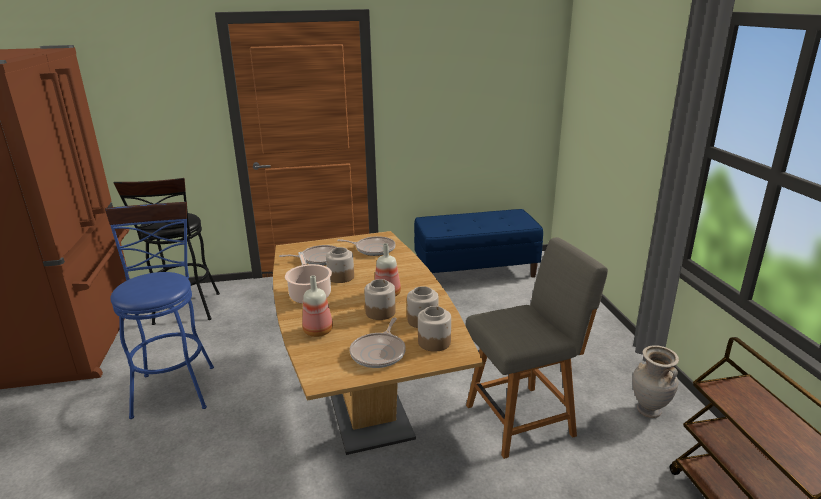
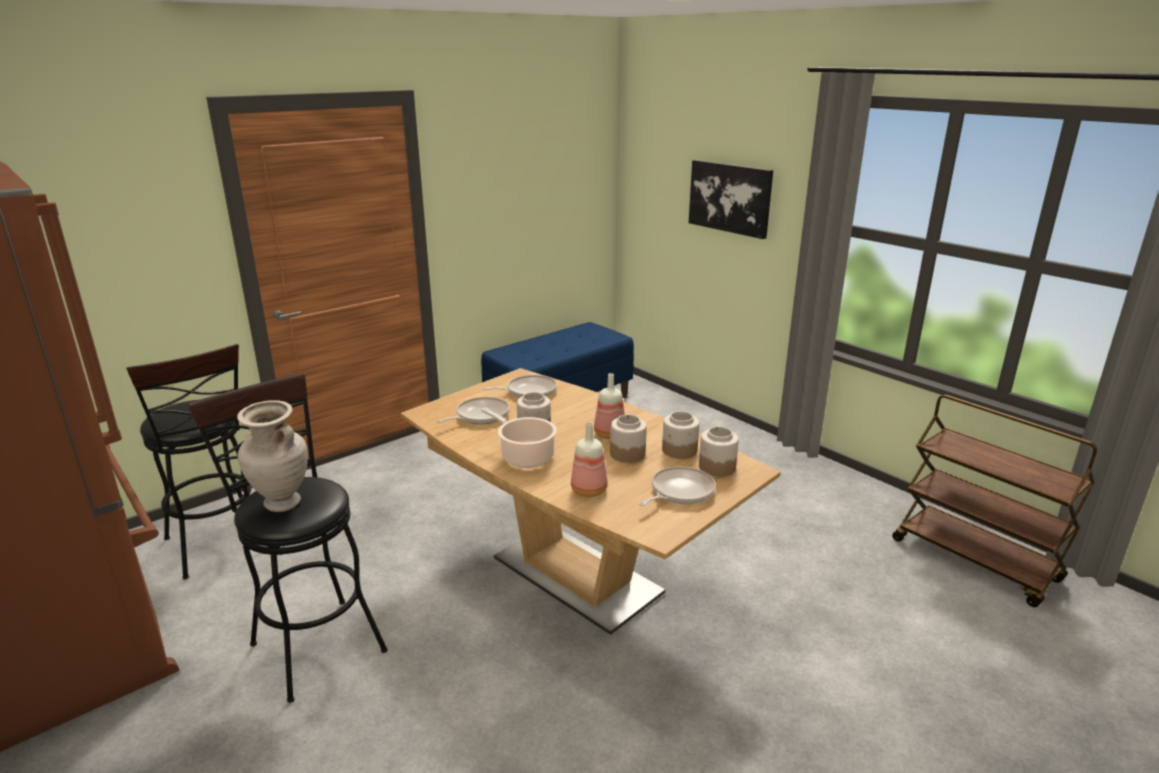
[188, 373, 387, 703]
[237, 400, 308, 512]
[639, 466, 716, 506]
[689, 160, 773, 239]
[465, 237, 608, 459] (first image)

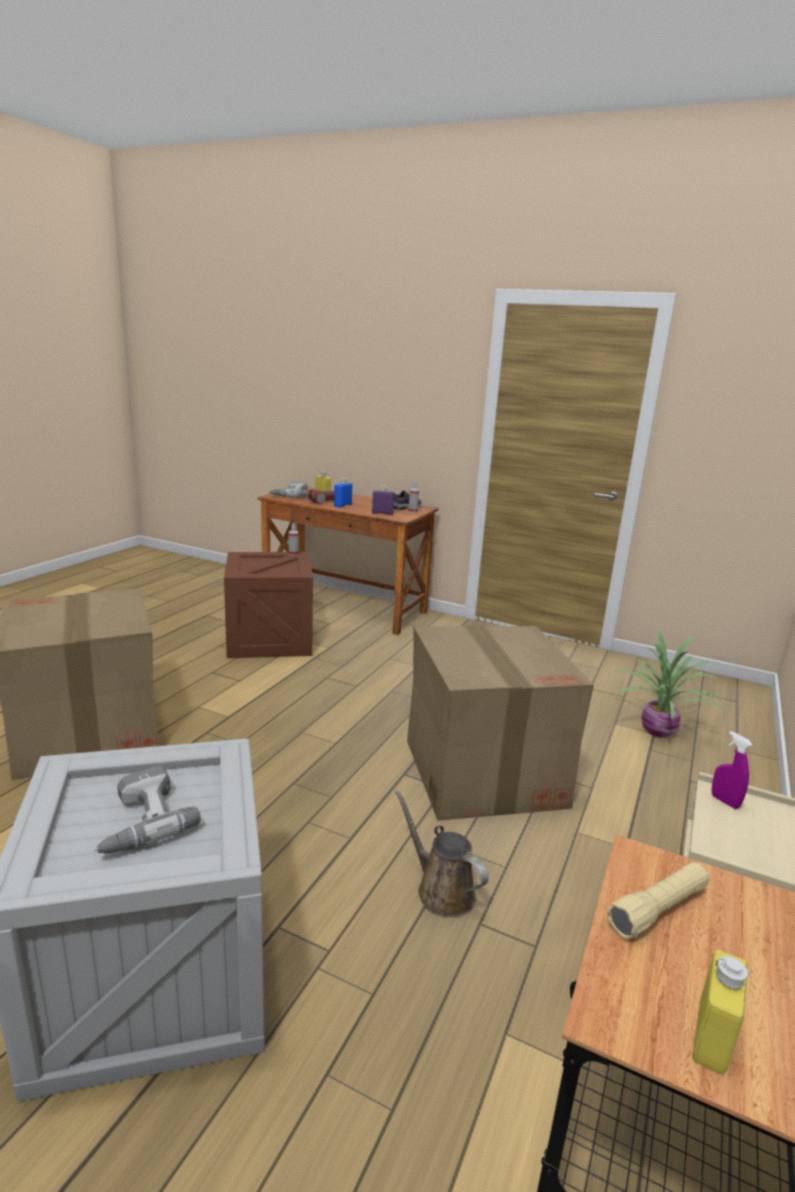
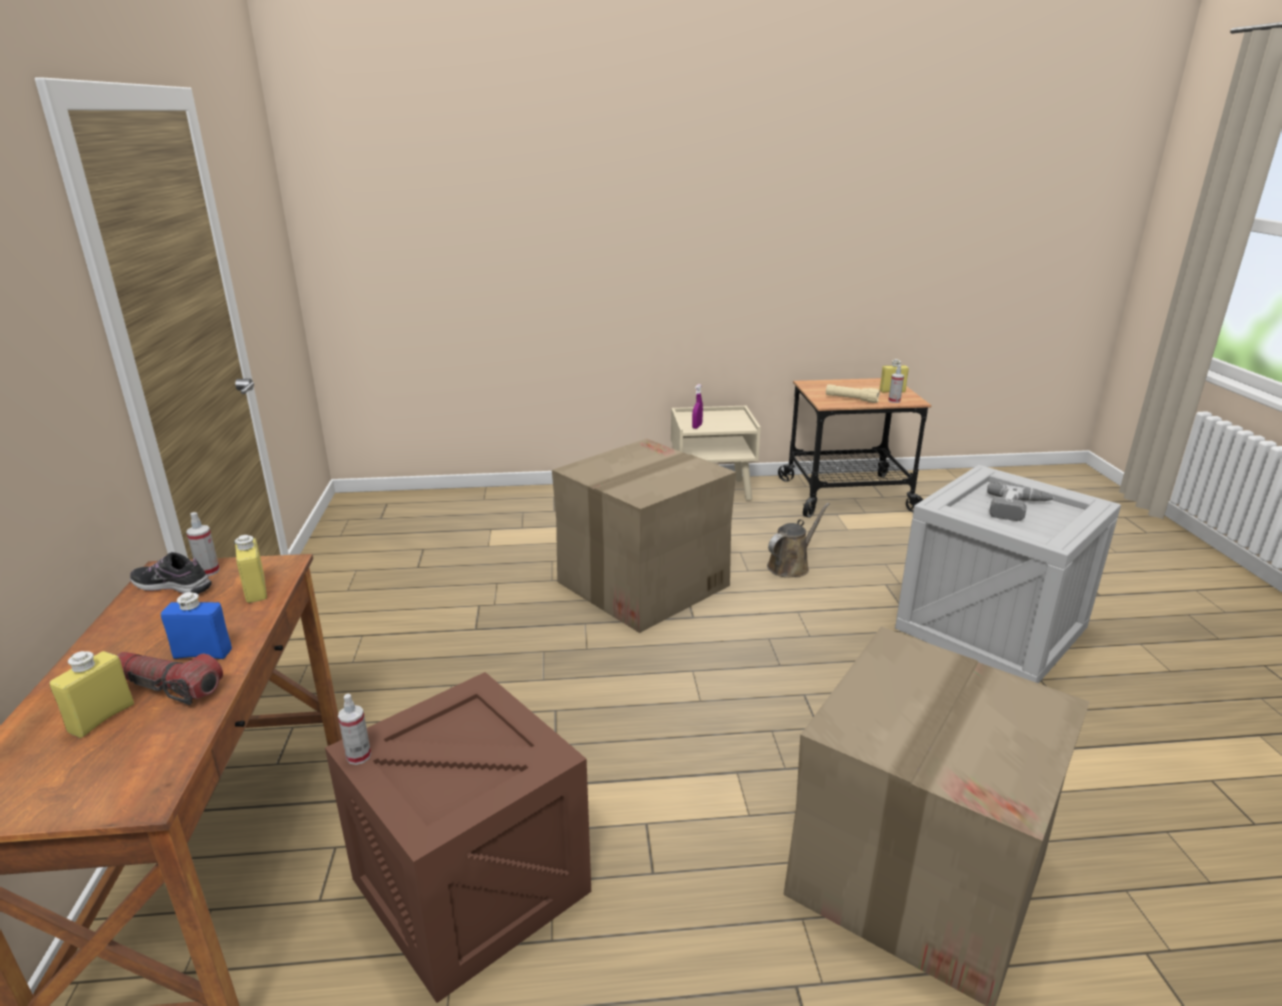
[234, 535, 267, 603]
[767, 503, 830, 578]
[888, 365, 904, 403]
[269, 482, 308, 498] (first image)
[614, 630, 724, 738] (first image)

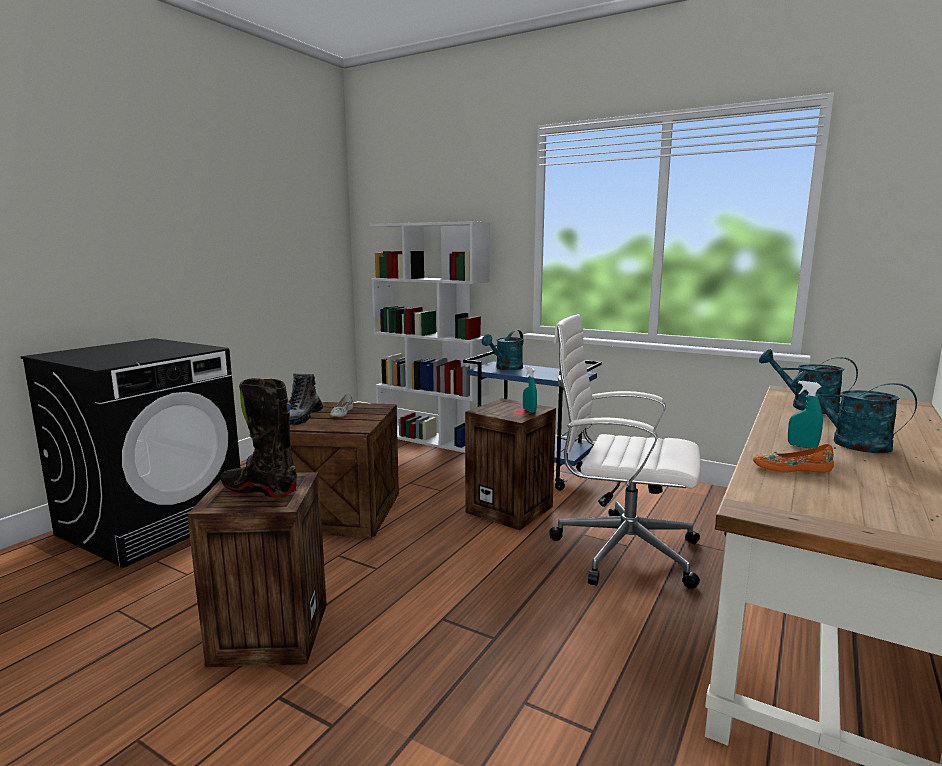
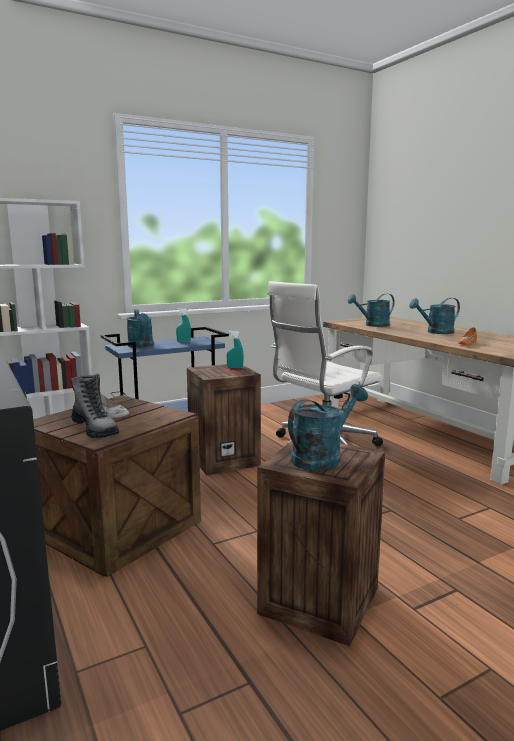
[176, 308, 191, 342]
[288, 384, 368, 470]

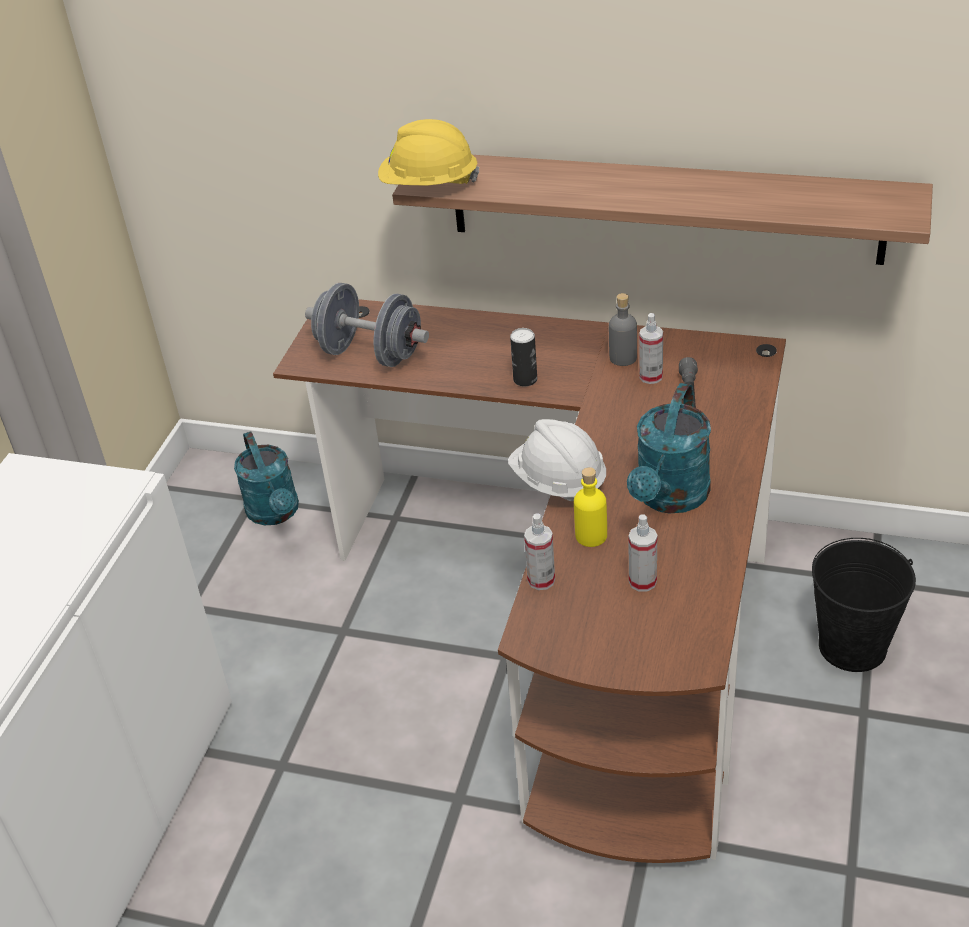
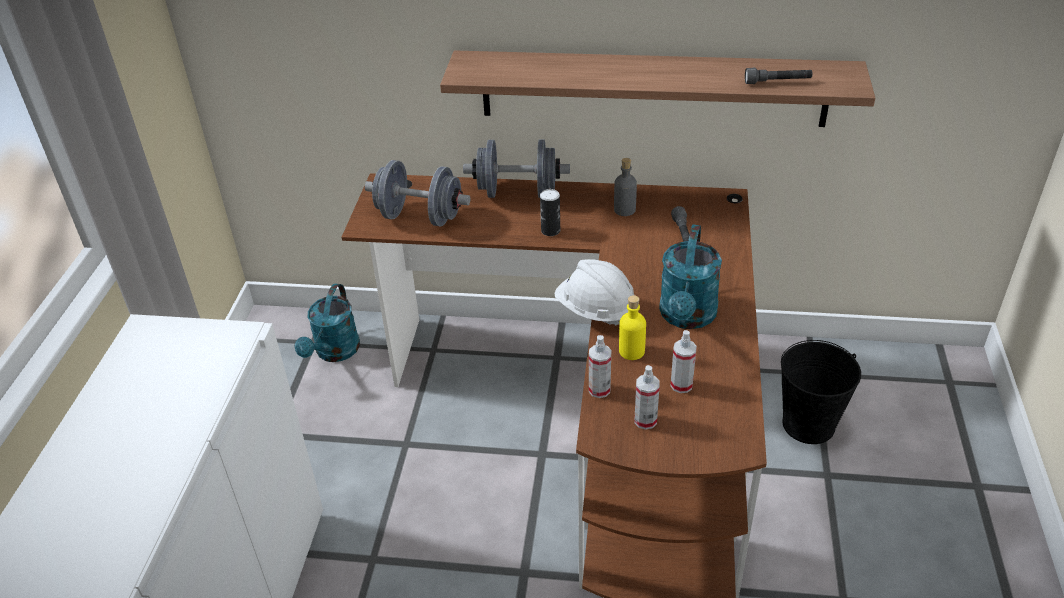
[295, 283, 360, 362]
[463, 140, 570, 198]
[634, 365, 660, 430]
[745, 67, 812, 84]
[378, 119, 479, 186] (first image)

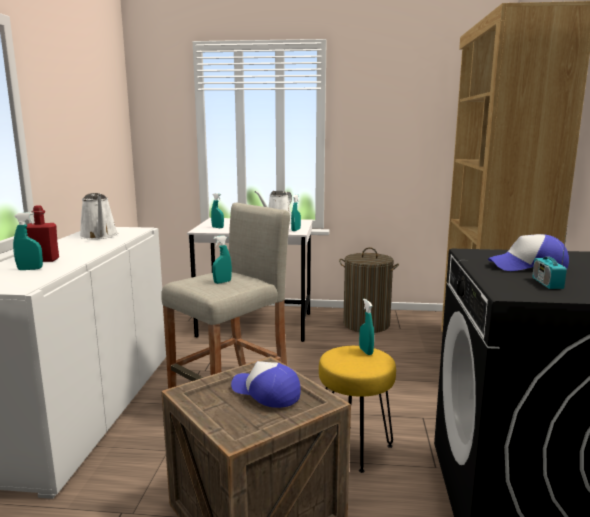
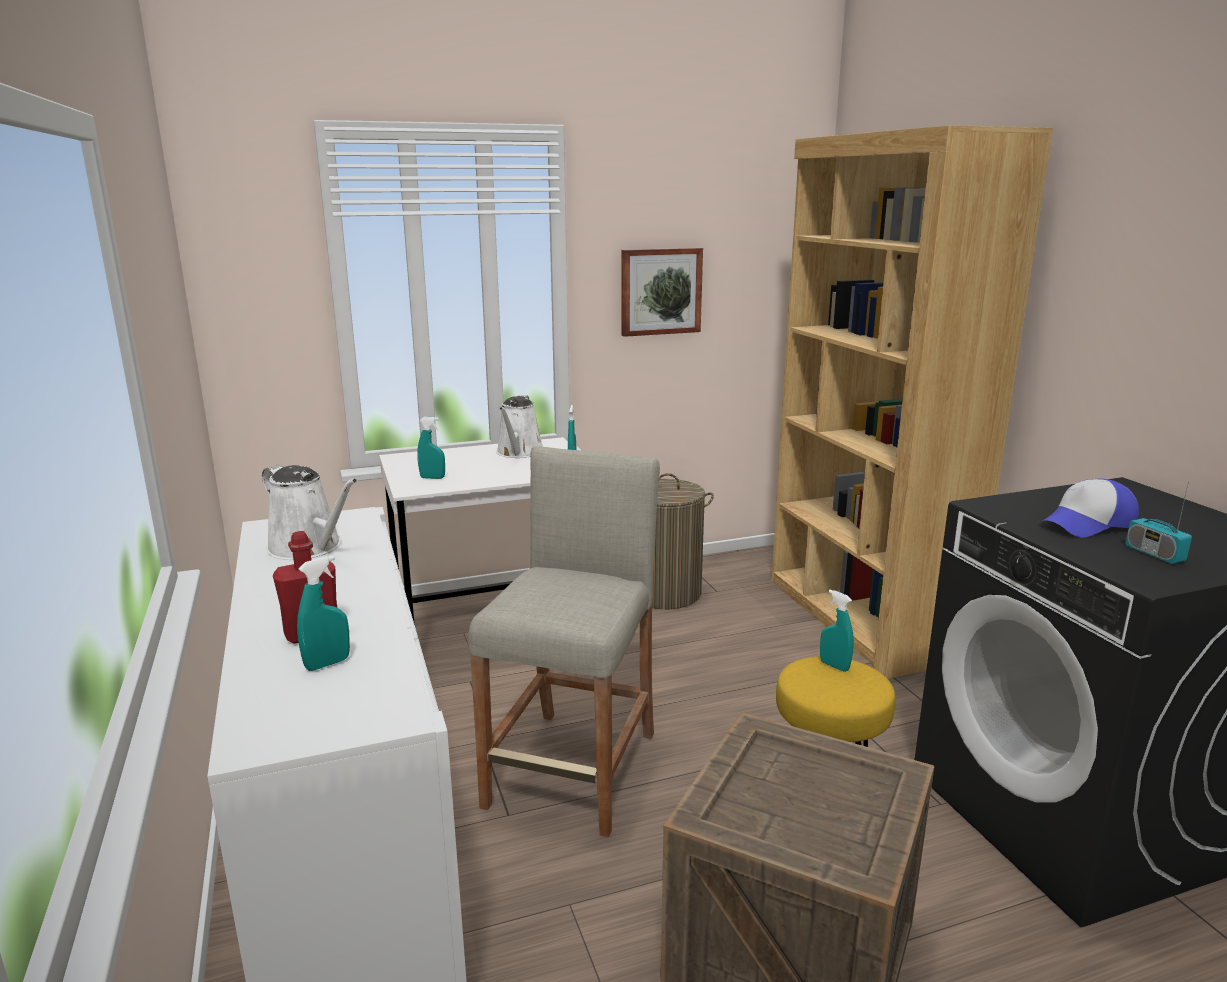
[621, 248, 703, 337]
[212, 235, 232, 284] (first image)
[231, 361, 301, 408] (first image)

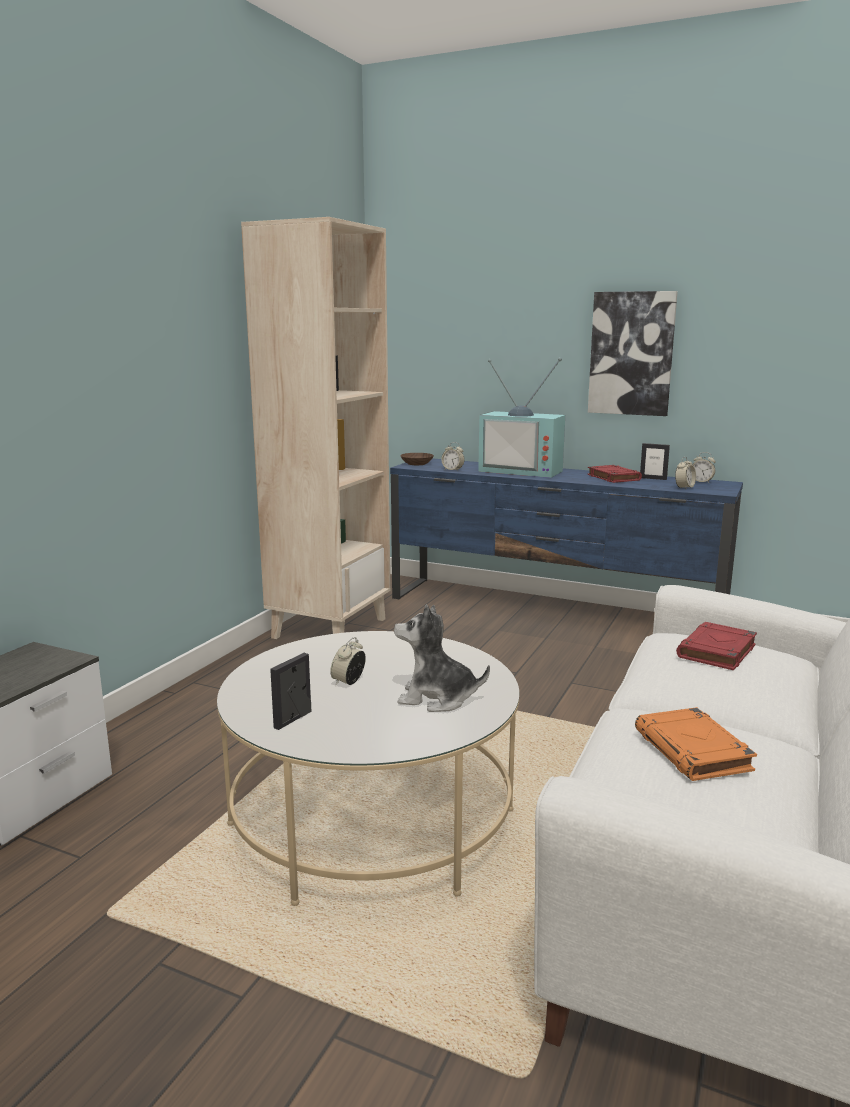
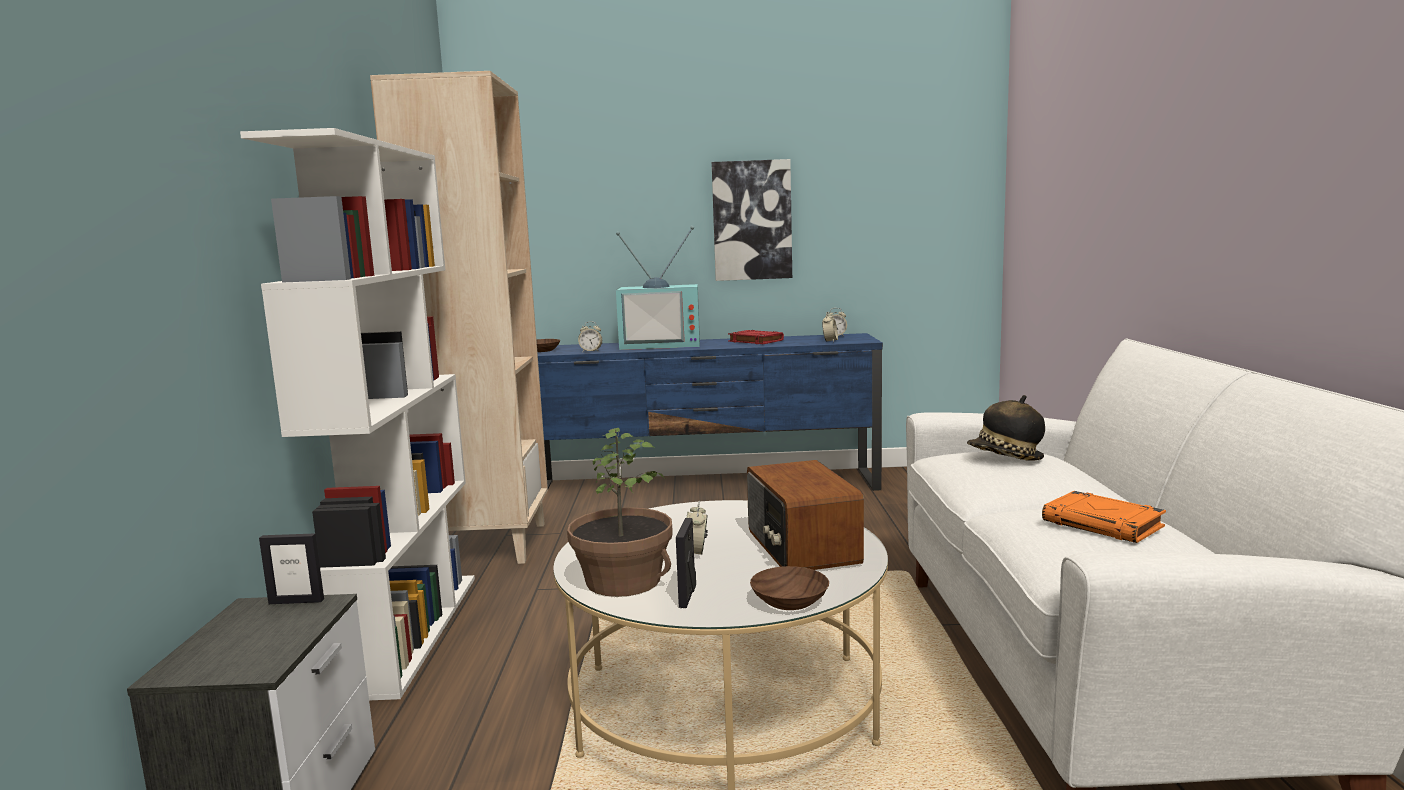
[240, 128, 475, 700]
[259, 533, 324, 604]
[567, 428, 673, 597]
[747, 460, 864, 570]
[750, 566, 829, 610]
[967, 395, 1045, 461]

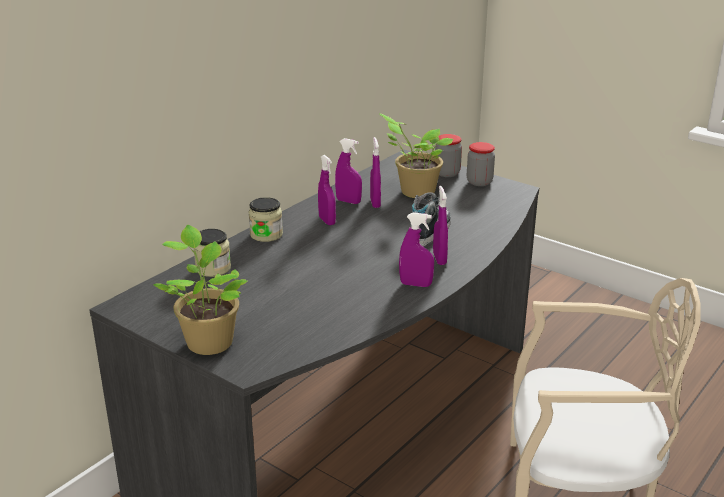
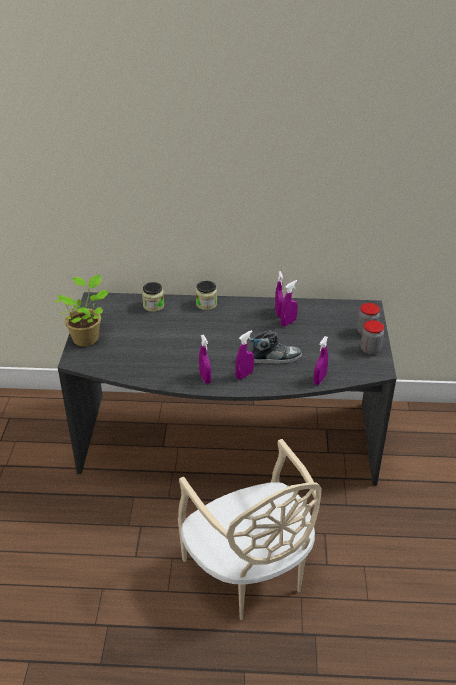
[314, 336, 328, 385]
[379, 113, 453, 198] (first image)

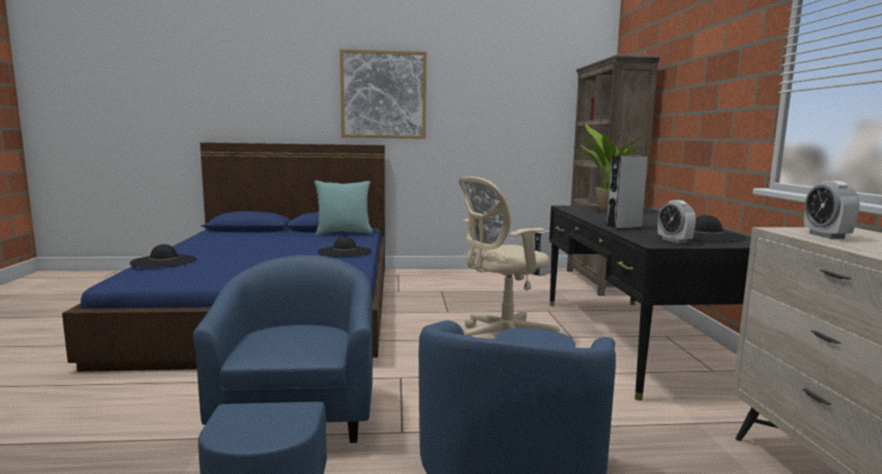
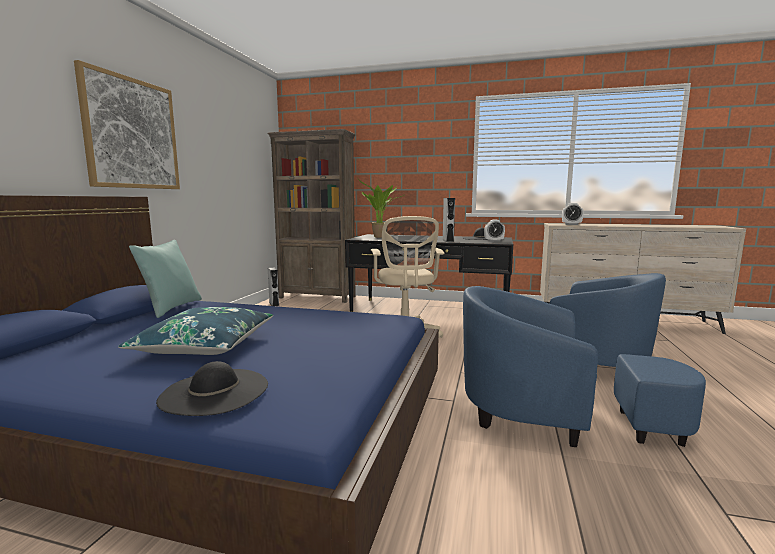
[118, 307, 273, 355]
[318, 236, 372, 257] (first image)

